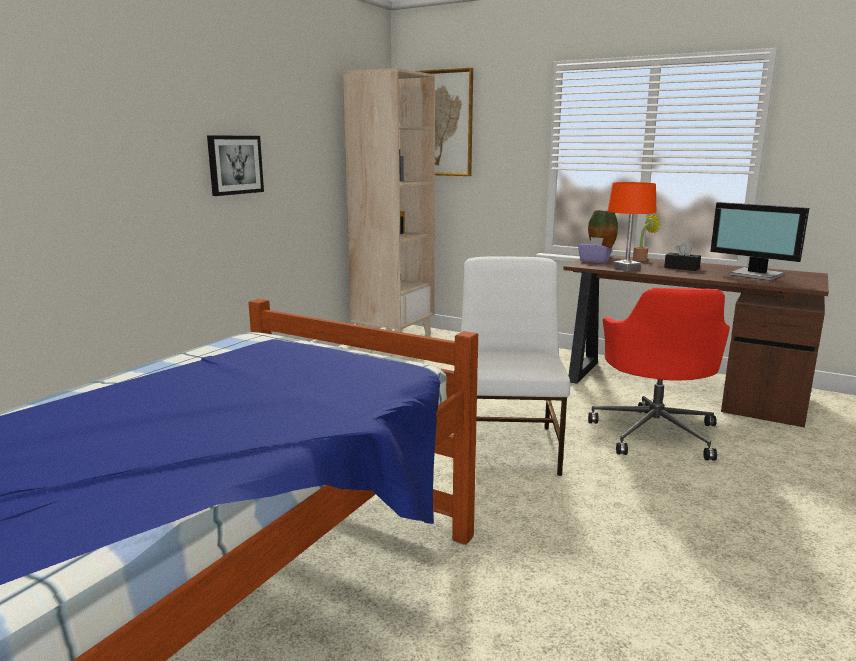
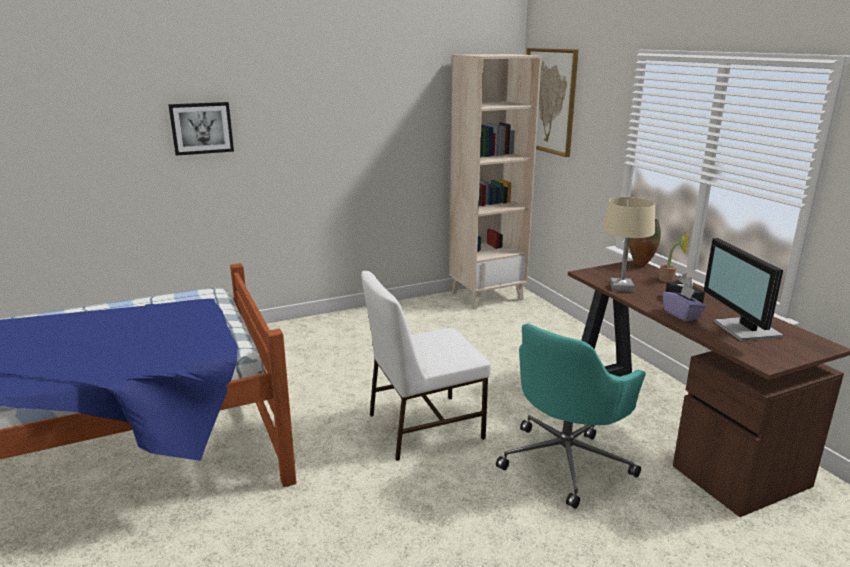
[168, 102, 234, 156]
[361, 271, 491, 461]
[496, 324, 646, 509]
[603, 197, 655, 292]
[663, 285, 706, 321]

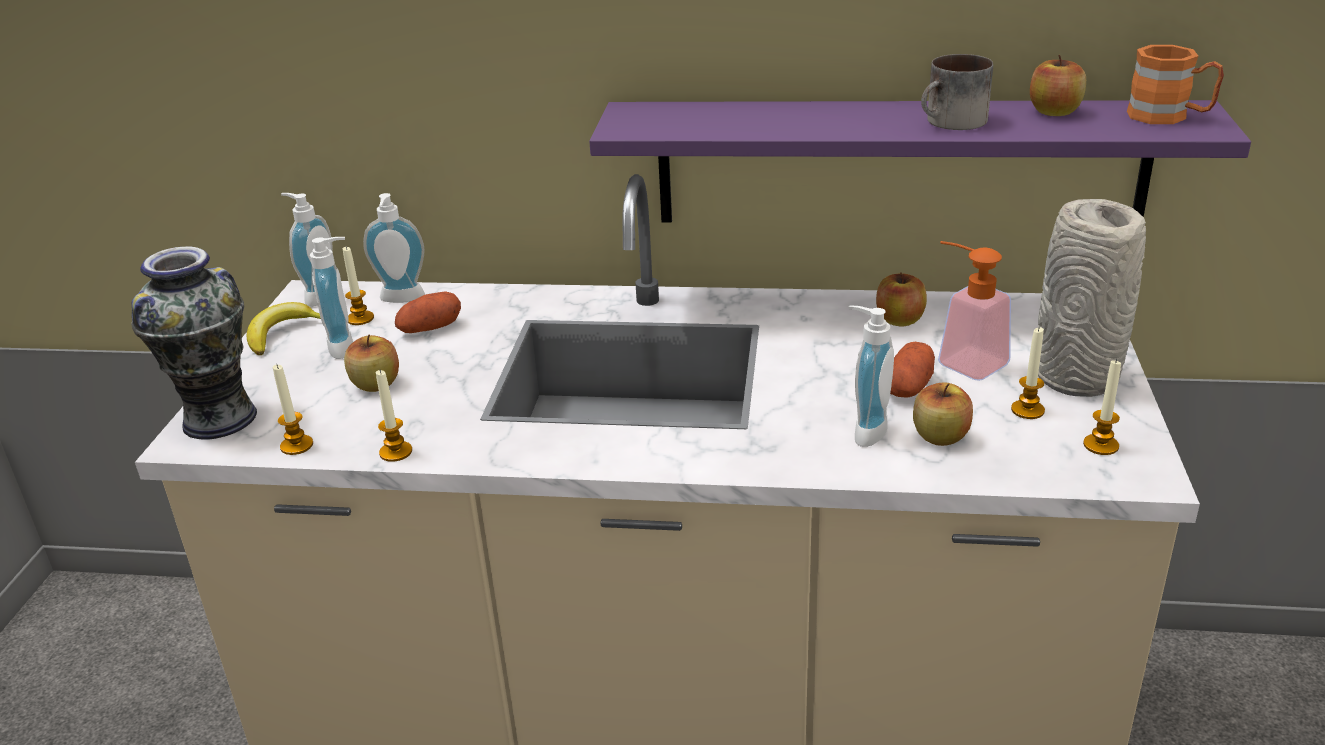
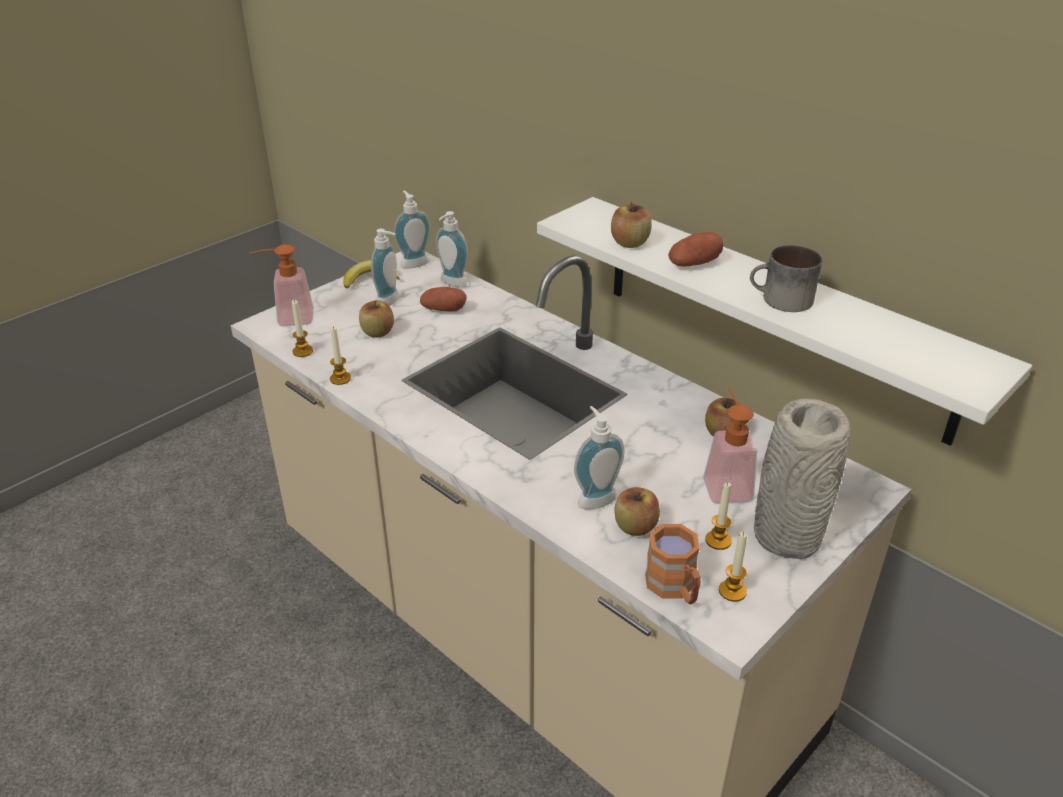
[250, 244, 314, 326]
[537, 197, 1032, 446]
[611, 202, 652, 248]
[645, 524, 701, 604]
[668, 232, 723, 267]
[342, 247, 374, 325] (first image)

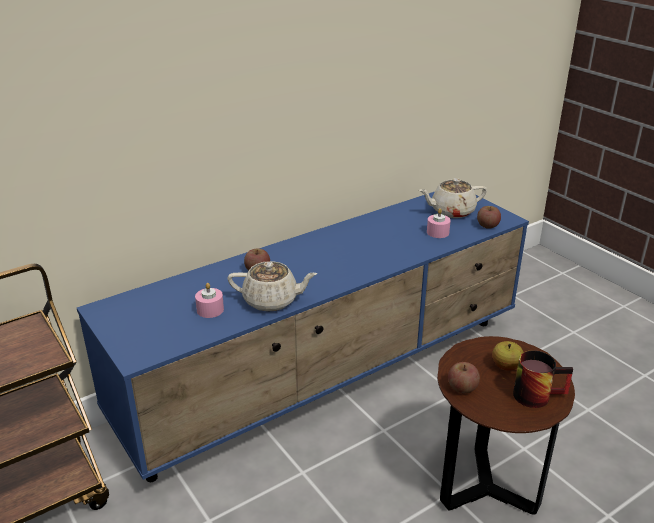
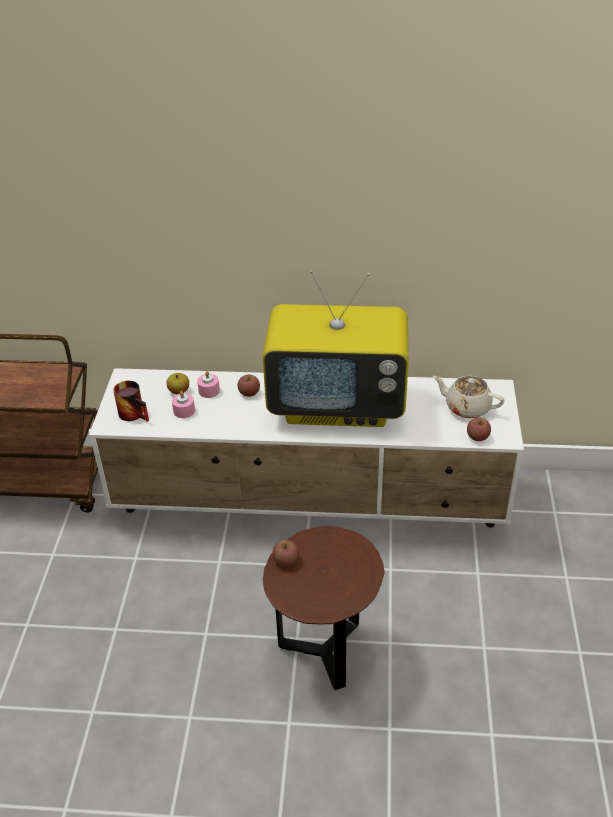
[89, 368, 524, 528]
[113, 381, 149, 422]
[166, 373, 189, 394]
[197, 371, 220, 398]
[263, 270, 409, 427]
[228, 261, 317, 312] (first image)

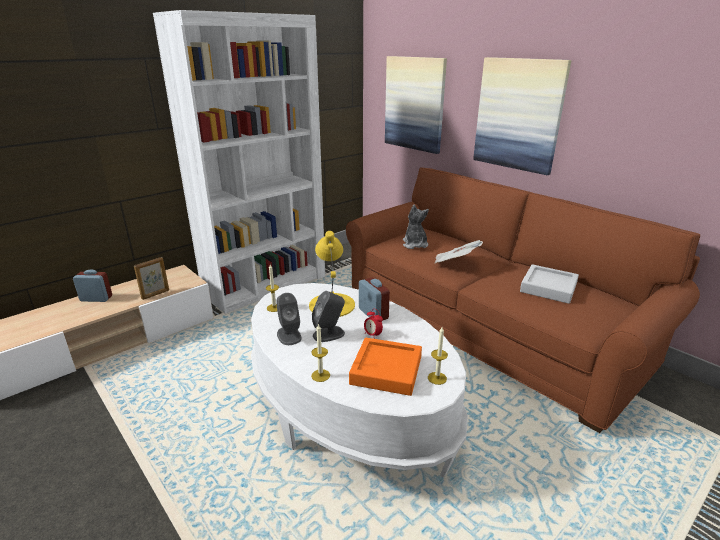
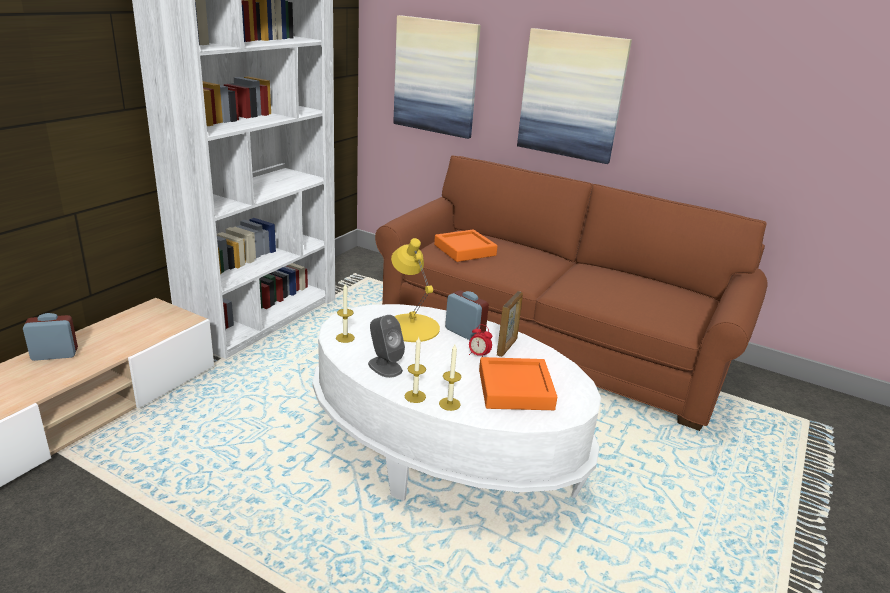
[405, 337, 426, 403]
[434, 229, 497, 262]
[497, 291, 523, 357]
[312, 291, 345, 342] (first image)
[435, 240, 483, 263] (first image)
[520, 264, 579, 304] (first image)

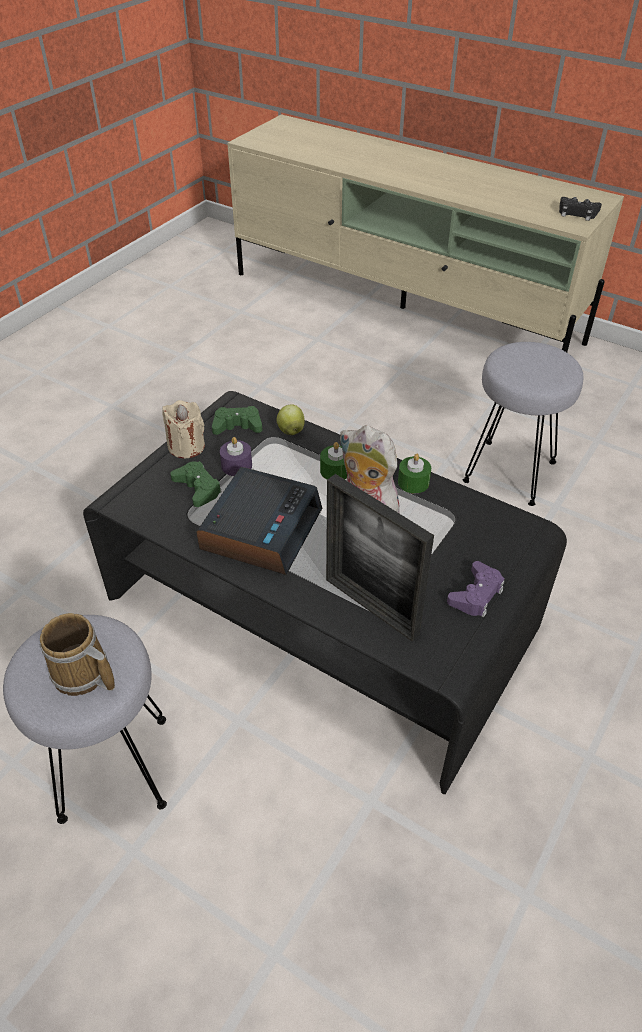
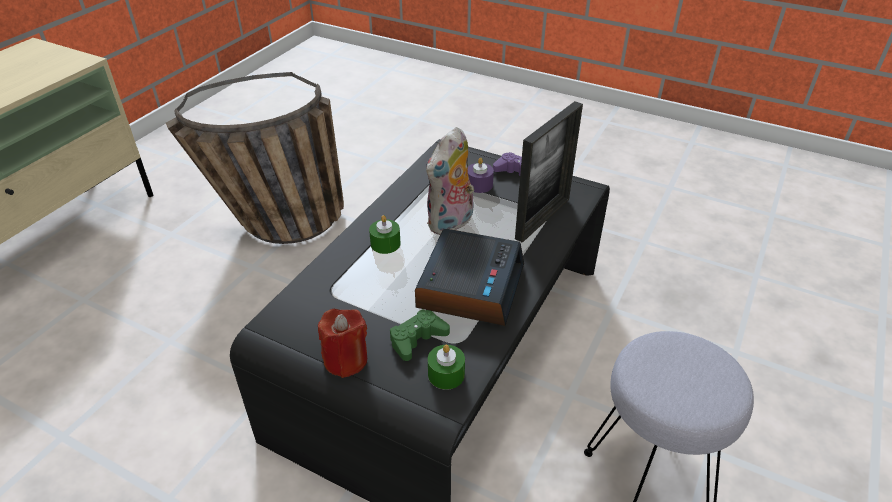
[166, 72, 344, 244]
[318, 309, 367, 378]
[415, 229, 524, 326]
[428, 345, 465, 390]
[468, 158, 494, 193]
[40, 613, 115, 696] (first image)
[212, 406, 262, 435] (first image)
[277, 404, 305, 435] (first image)
[559, 197, 602, 221] (first image)

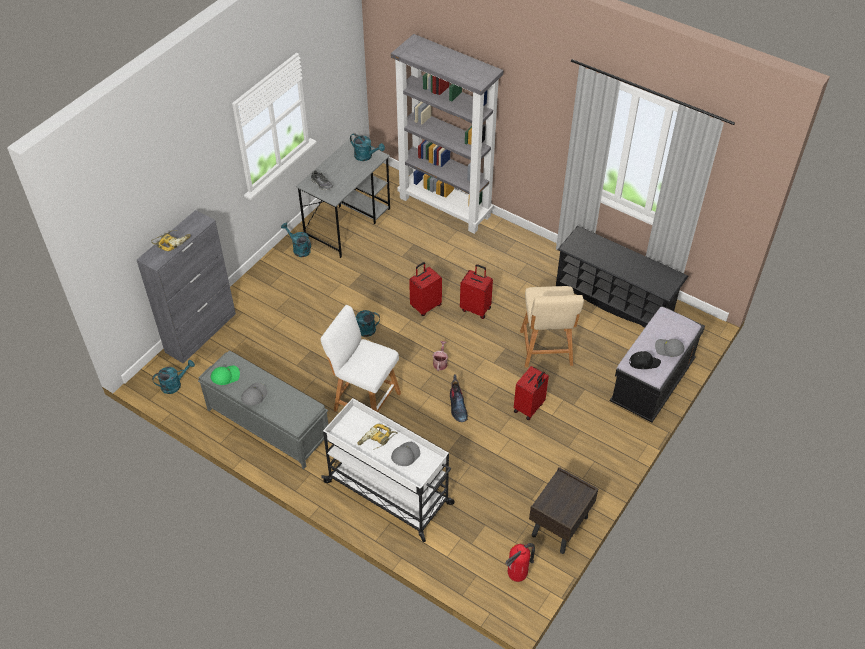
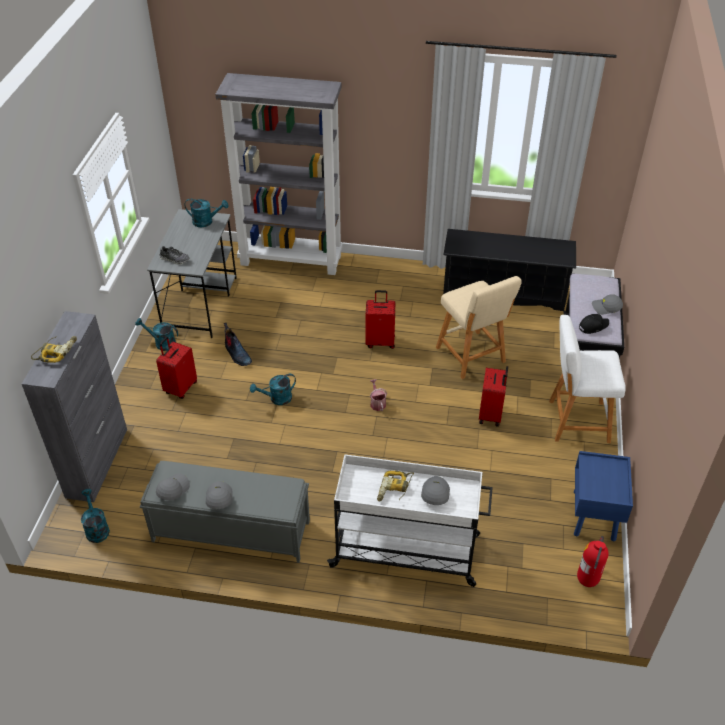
[81, 489, 110, 543]
[156, 337, 197, 399]
[156, 474, 190, 500]
[224, 323, 252, 366]
[549, 315, 626, 443]
[574, 451, 633, 541]

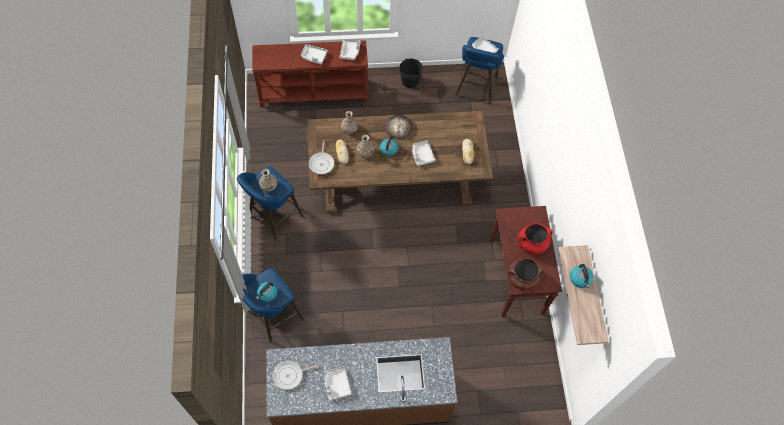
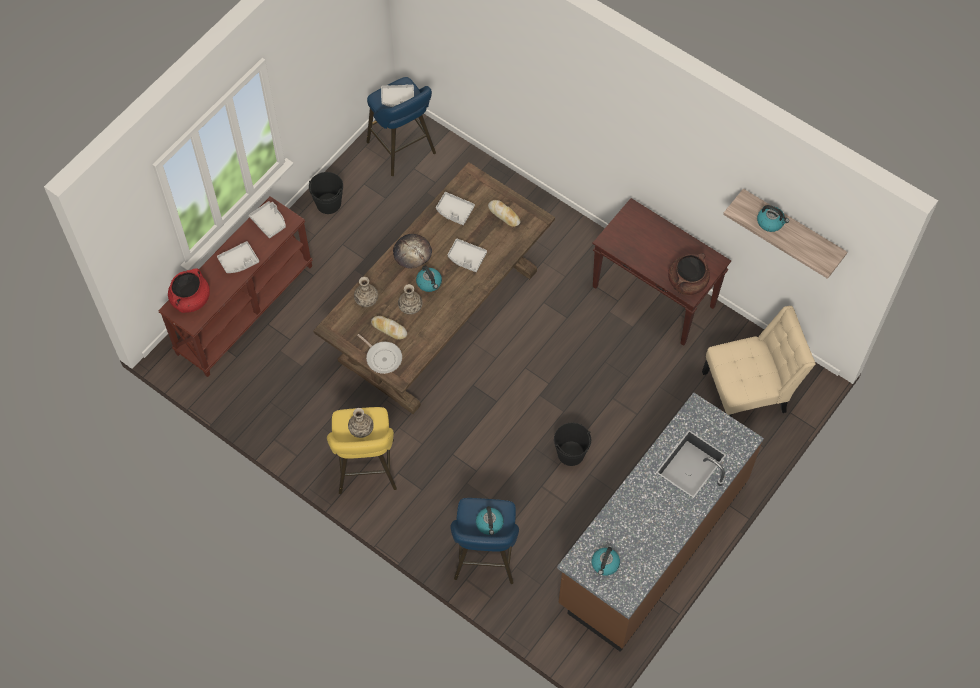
[168, 268, 210, 313]
[327, 407, 397, 494]
[436, 192, 475, 225]
[554, 423, 591, 466]
[592, 547, 620, 576]
[702, 306, 816, 416]

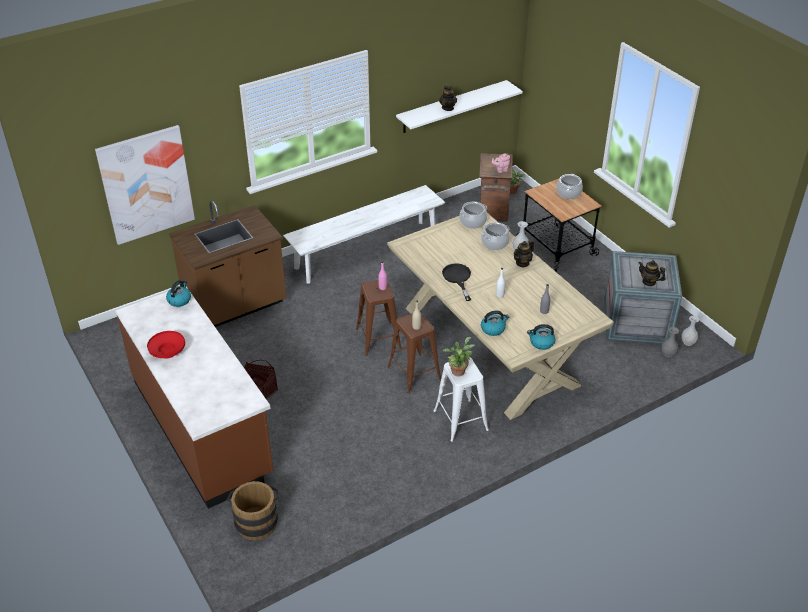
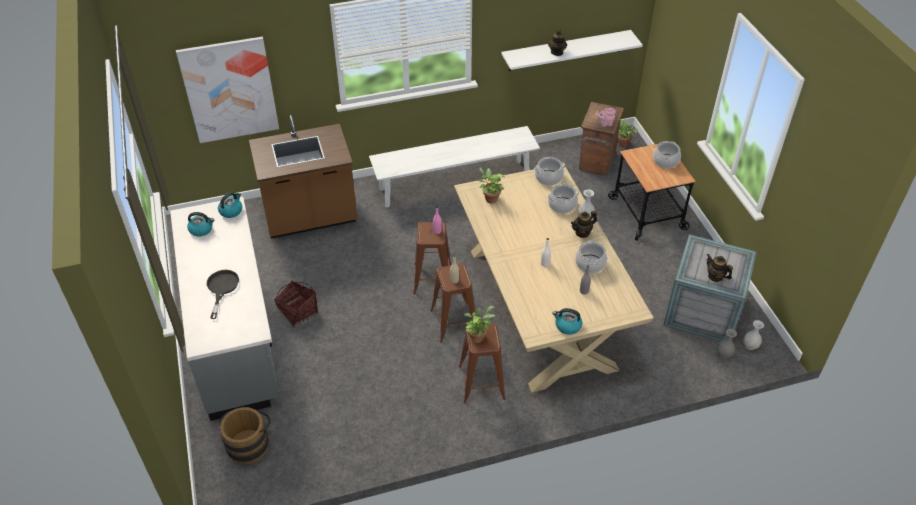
[170, 197, 280, 421]
[187, 212, 214, 237]
[207, 270, 239, 319]
[459, 323, 506, 403]
[478, 168, 504, 204]
[575, 240, 607, 273]
[147, 331, 185, 358] (first image)

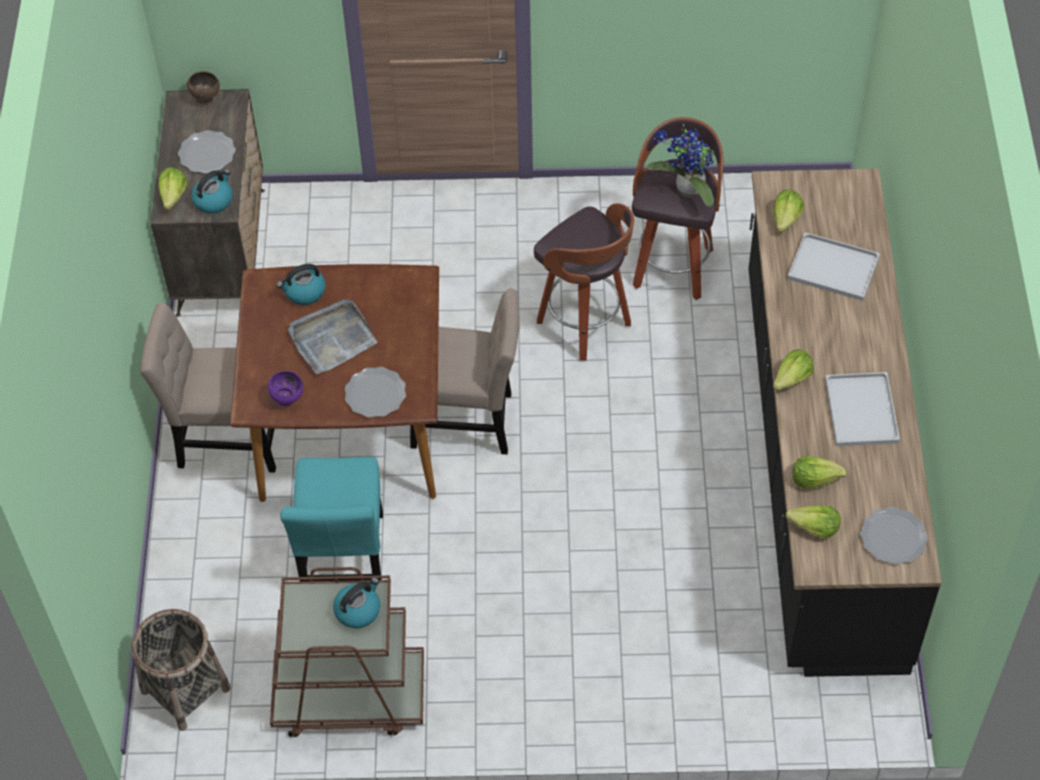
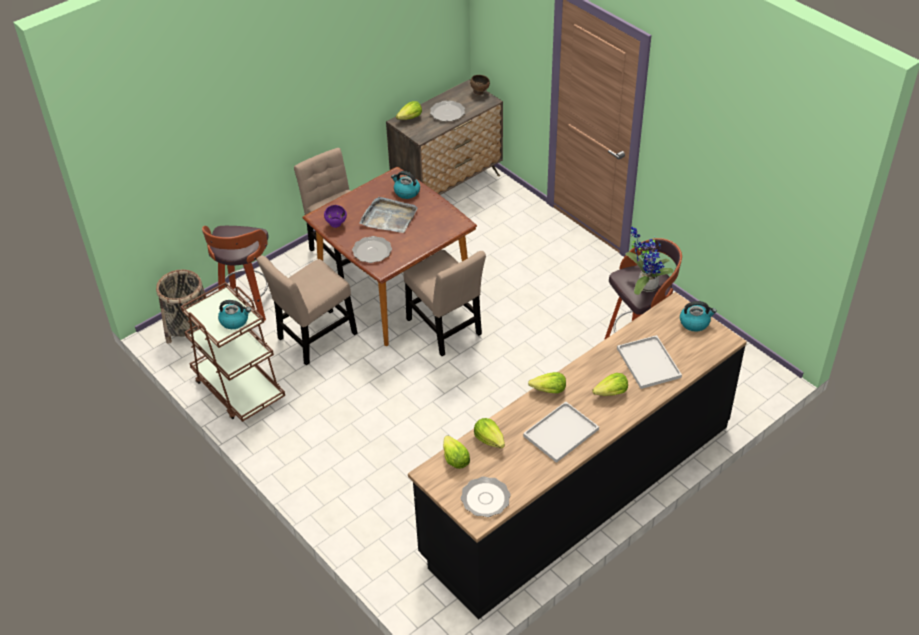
[202, 226, 268, 321]
[257, 255, 357, 366]
[592, 373, 628, 396]
[680, 301, 717, 332]

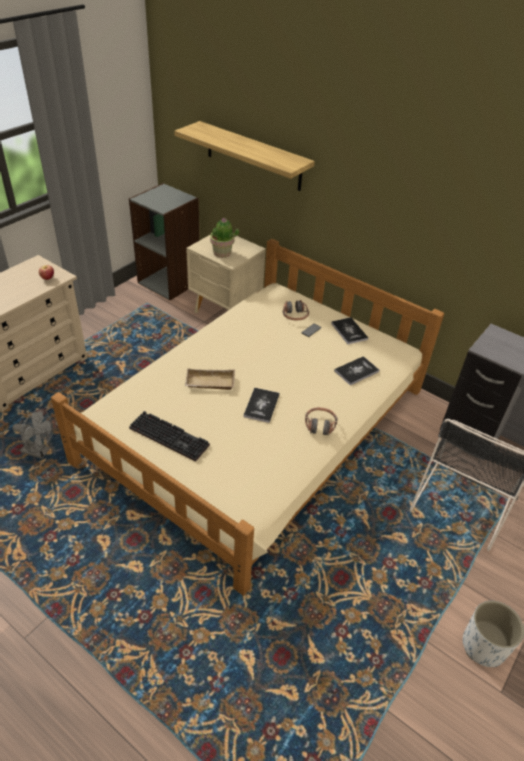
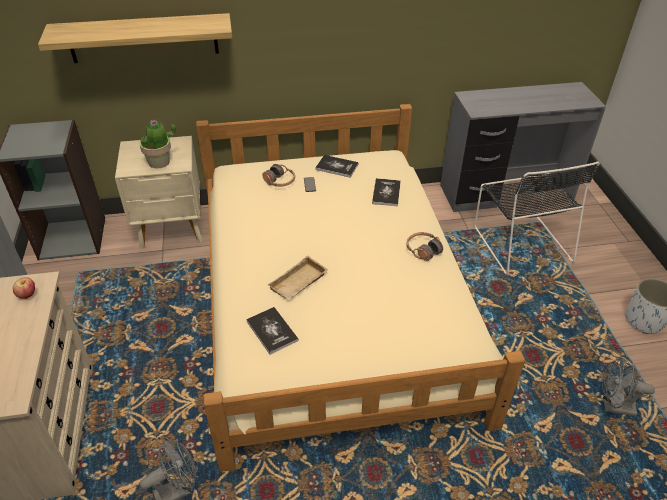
[246, 307, 299, 355]
[602, 355, 655, 416]
[129, 411, 210, 461] (first image)

